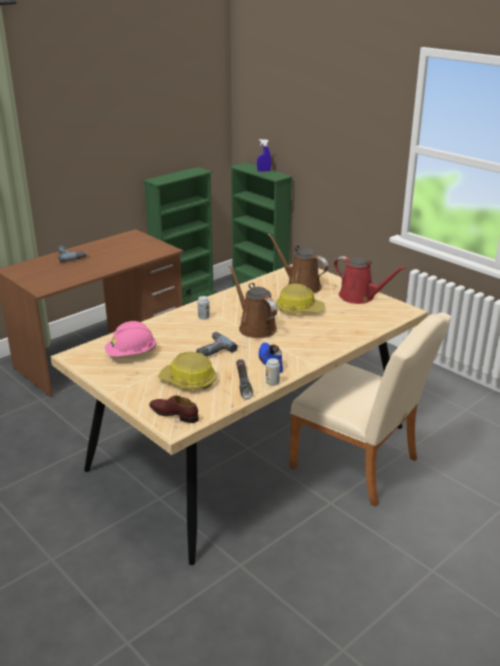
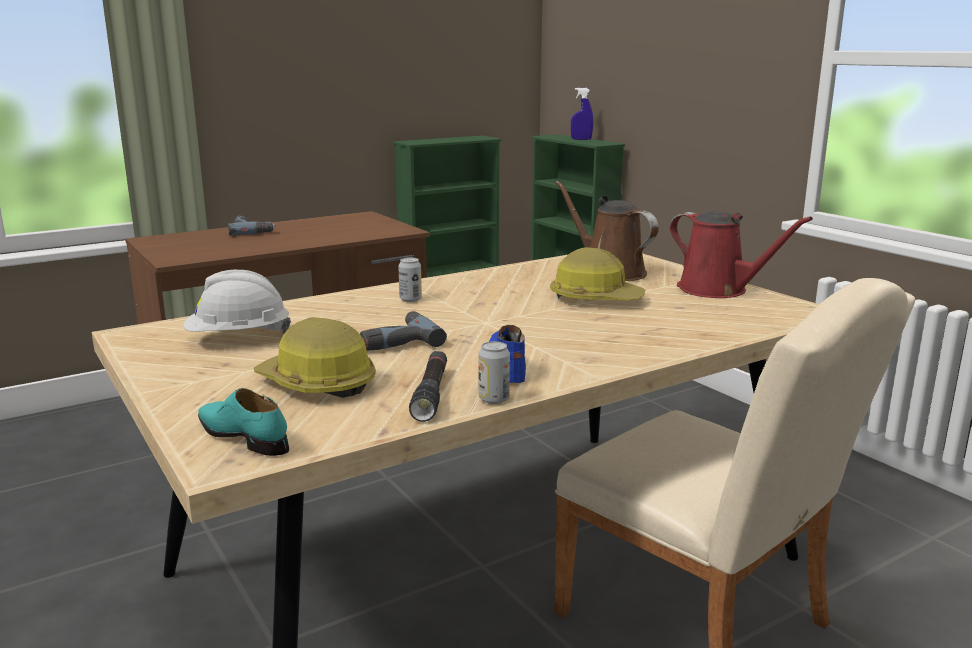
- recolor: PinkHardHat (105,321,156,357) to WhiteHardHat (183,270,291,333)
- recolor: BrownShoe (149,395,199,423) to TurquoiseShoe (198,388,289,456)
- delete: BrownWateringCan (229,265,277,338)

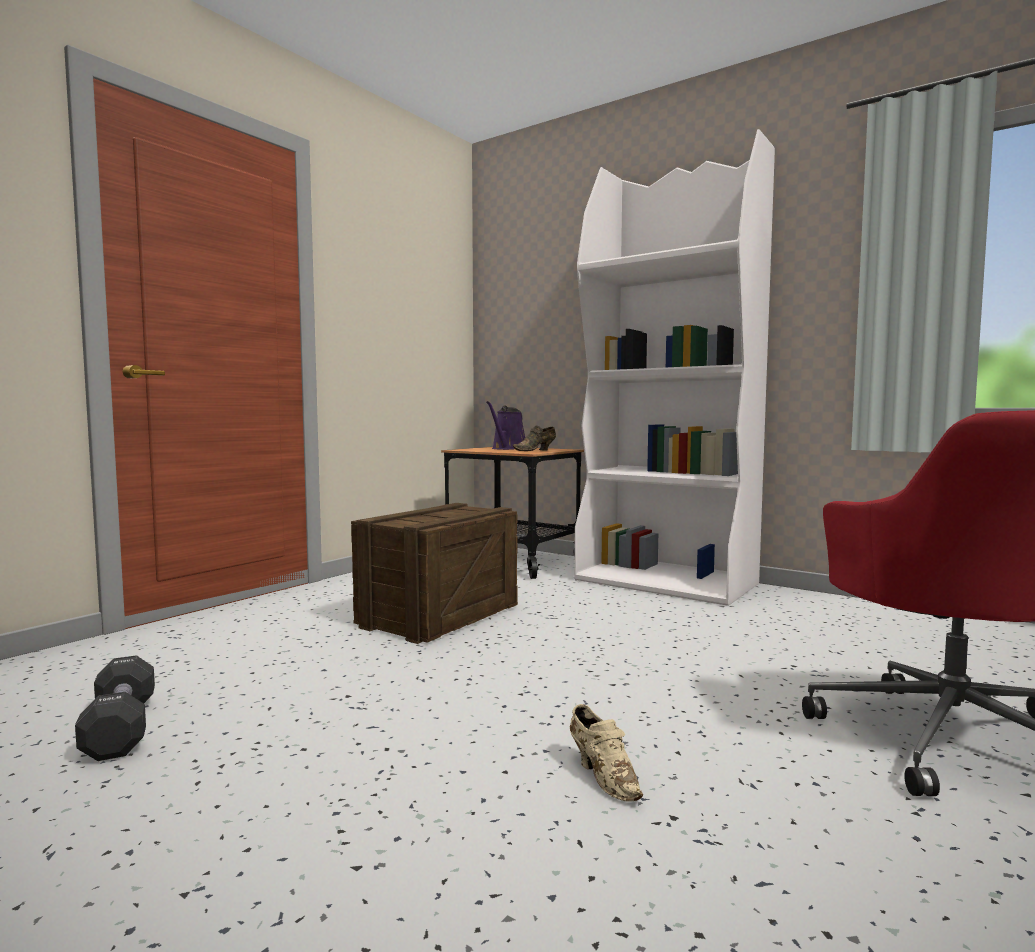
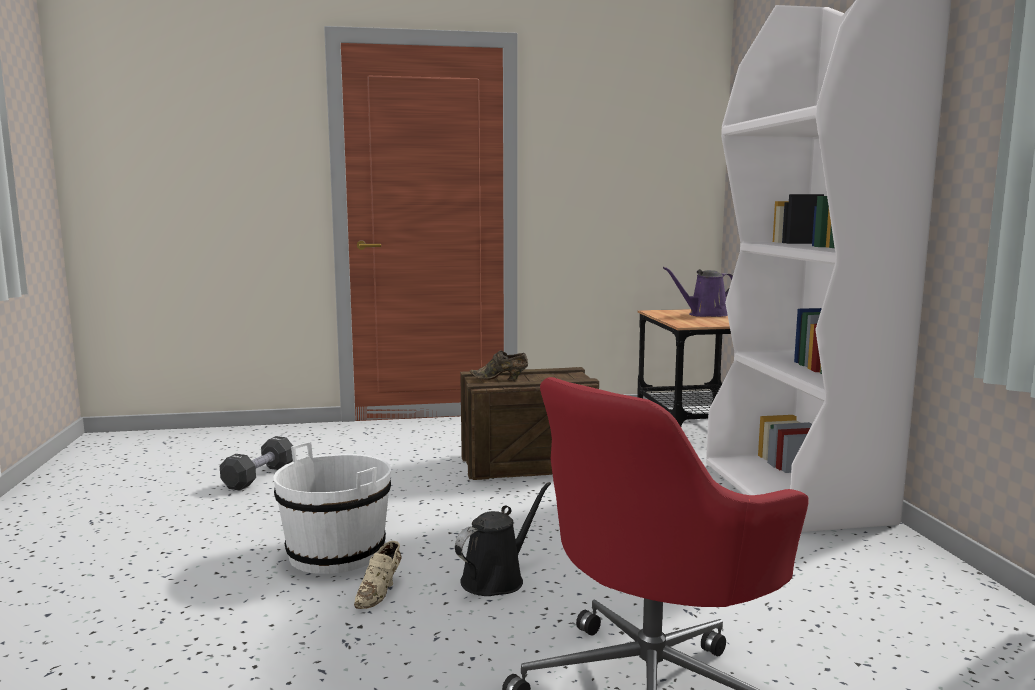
- insert: WhiteBucket (273,442,391,574)
- insert: BlackWateringCan (455,482,551,596)
- move: BrownShoe (513,425,556,451) to (470,350,528,381)

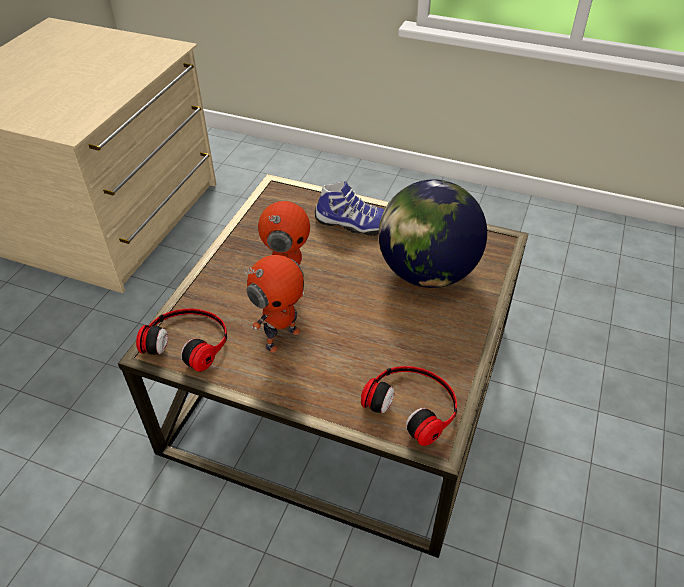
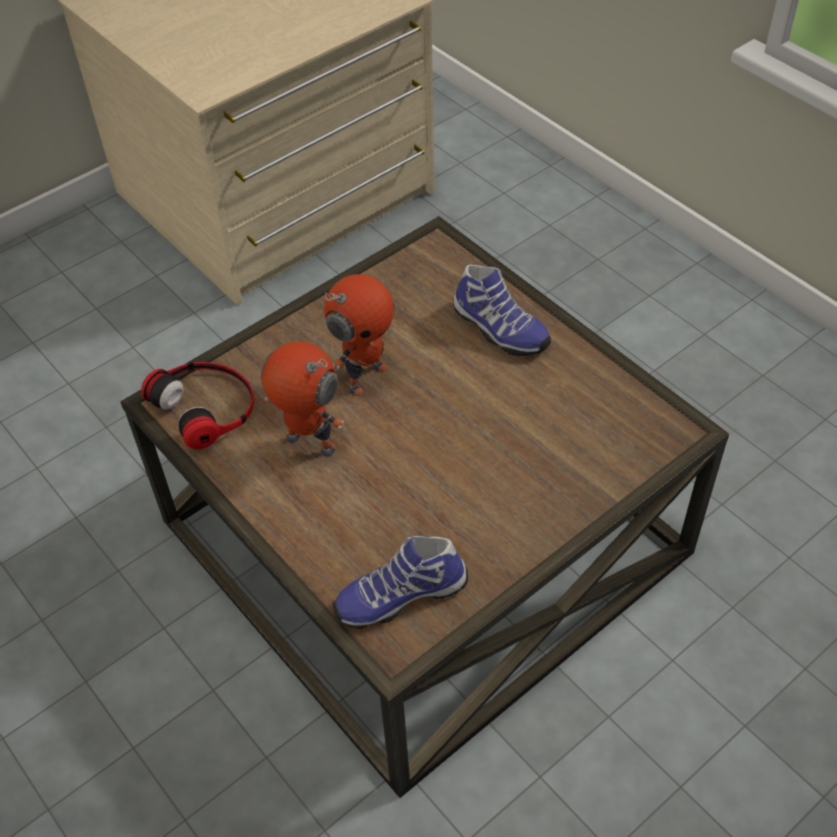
- rotate: ToyRobot (244,255,304,353) = (260,341,344,457) 135 degrees counterclockwise
- replace: Headphones (361,366,457,446) to Shoe (333,535,468,629)
- delete: Globe (378,180,487,288)

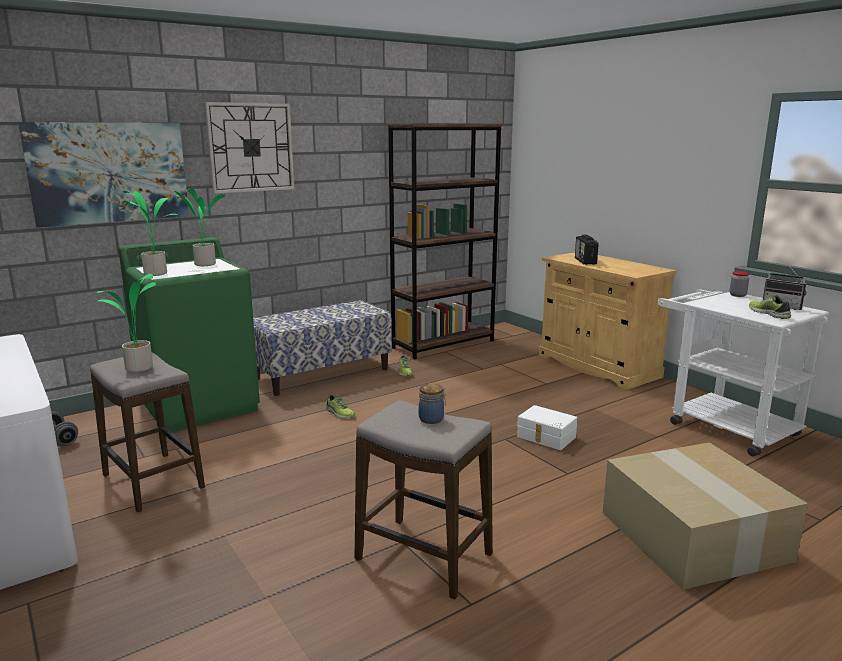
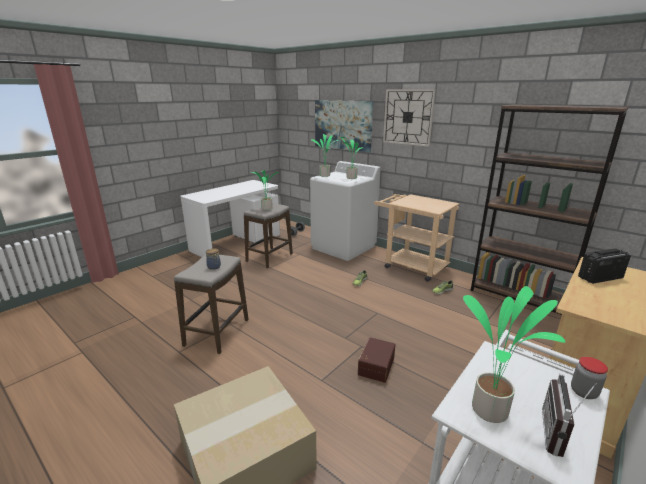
- recolor: GreenWashingMachine (118,237,260,432) to WhiteWashingMachine (310,161,380,261)
- recolor: WhiteStorageBox (517,405,577,450) to BrownStorageBox (358,337,395,383)
- replace: Bench (253,300,392,396) to BeigeCart (374,194,459,282)
- replace: Shoe (749,295,791,319) to PottedPlant (463,286,566,423)

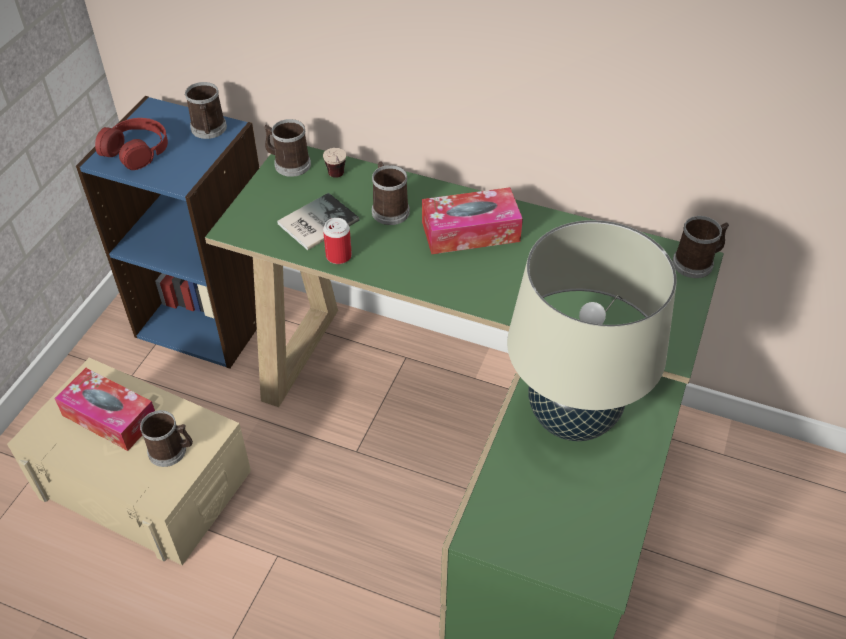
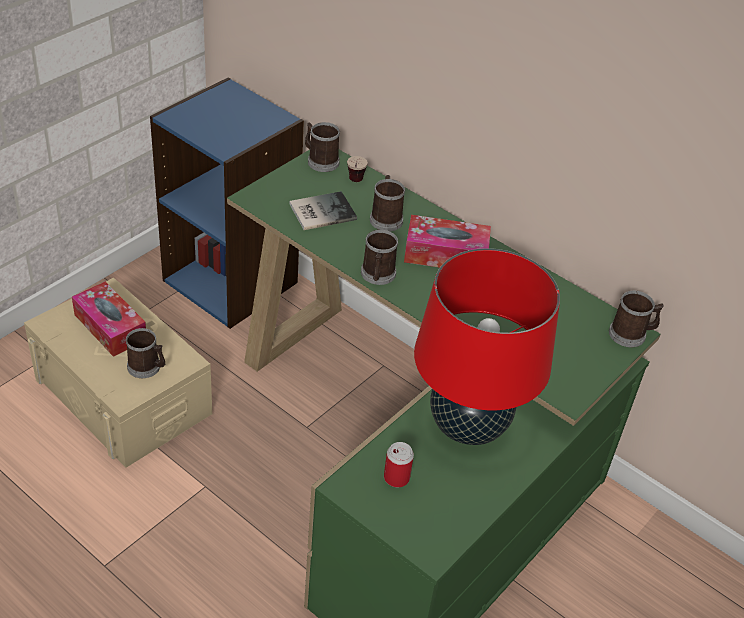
- move: Mug (185,82,227,139) to (361,230,398,285)
- move: Can (323,218,352,264) to (384,442,414,487)
- recolor: BeigeTableLamp (507,220,677,441) to RedTableLamp (414,248,560,445)
- delete: RedHeadphones (95,118,168,170)

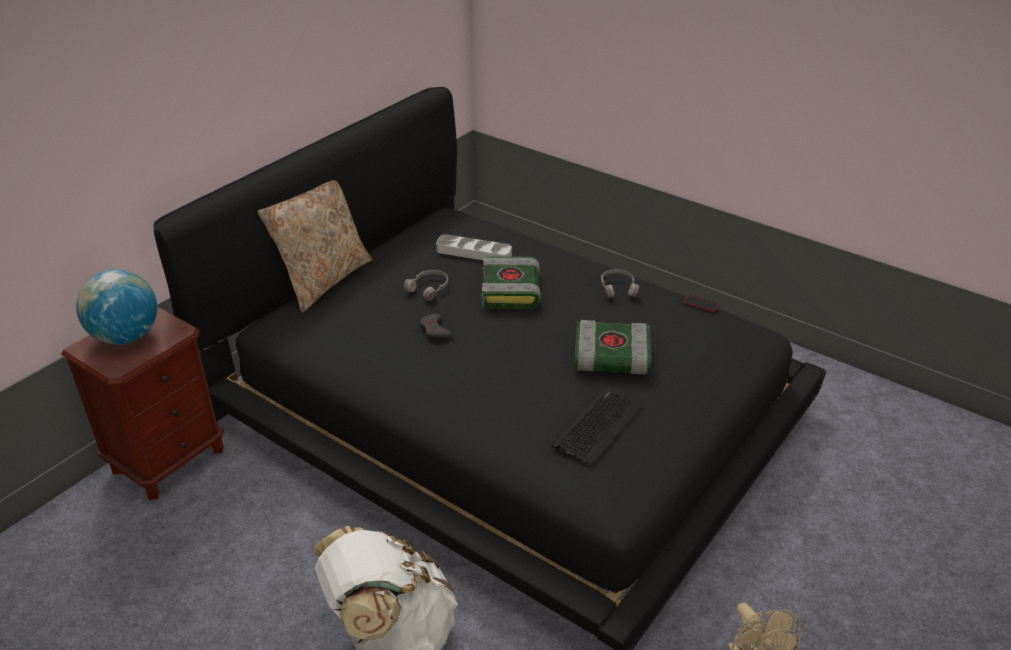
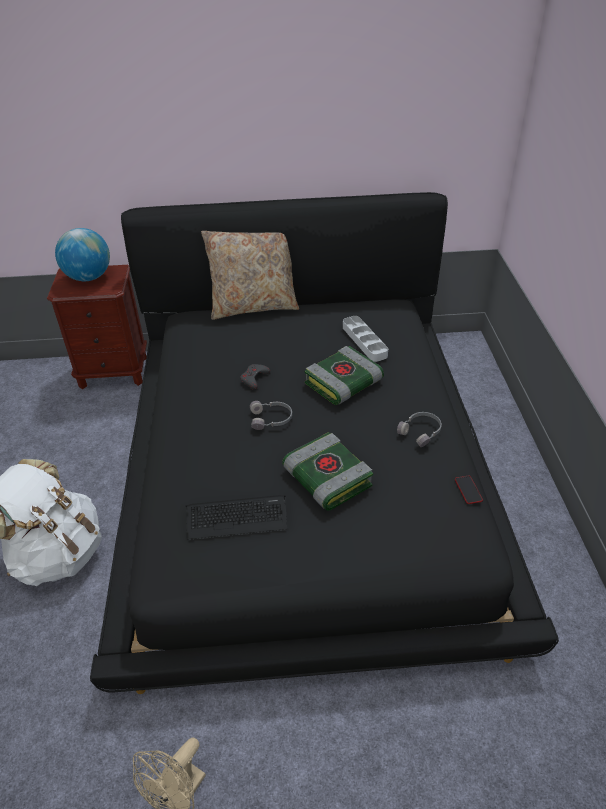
- move: GreyHeadphones (404,270,448,301) to (250,401,292,430)

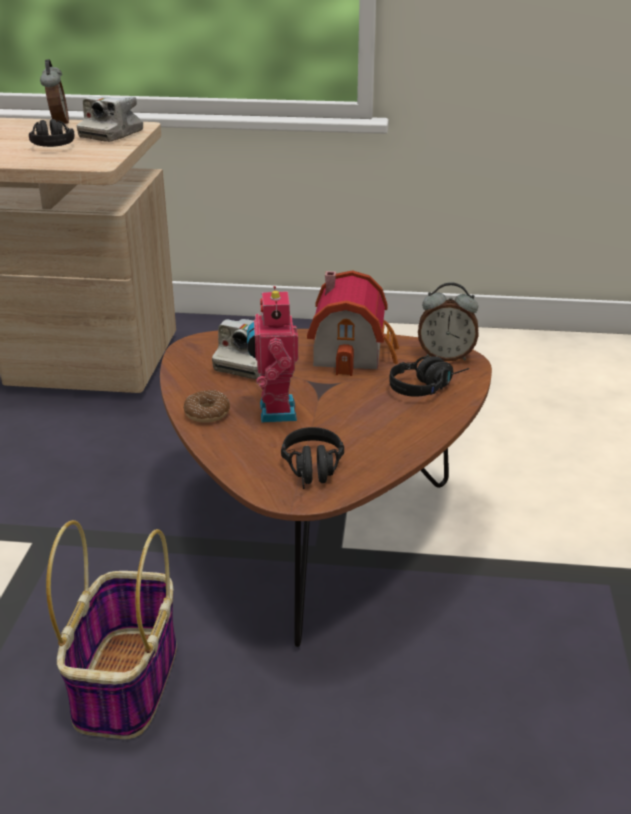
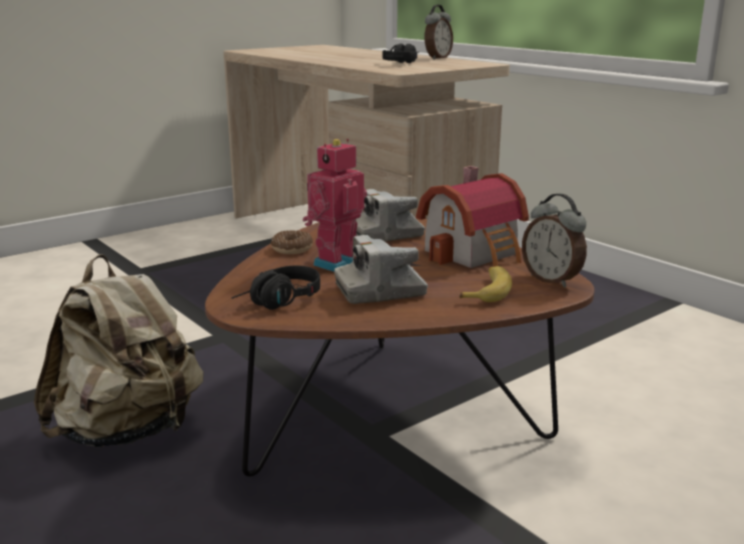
- replace: Basket (46,520,177,739) to BeigeBackpack (34,254,204,448)
- move: PhotoCamera (77,96,143,142) to (334,235,428,304)
- replace: BlackHeadphones (389,356,469,397) to Banana (459,266,512,302)

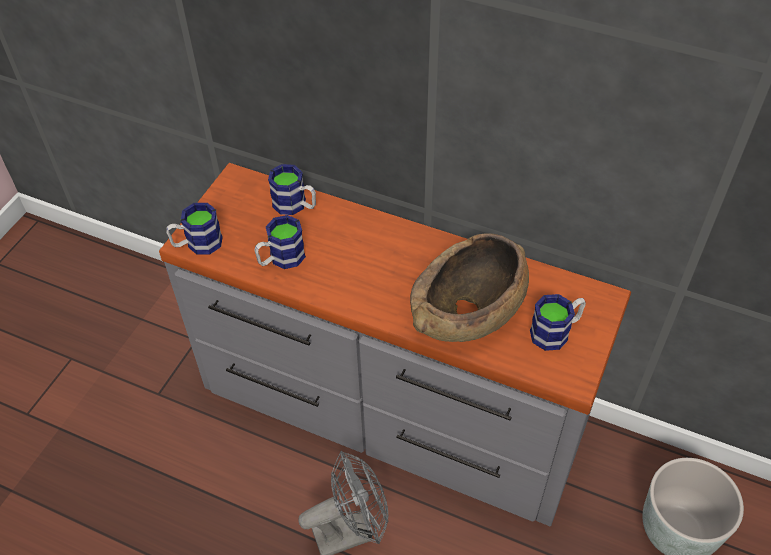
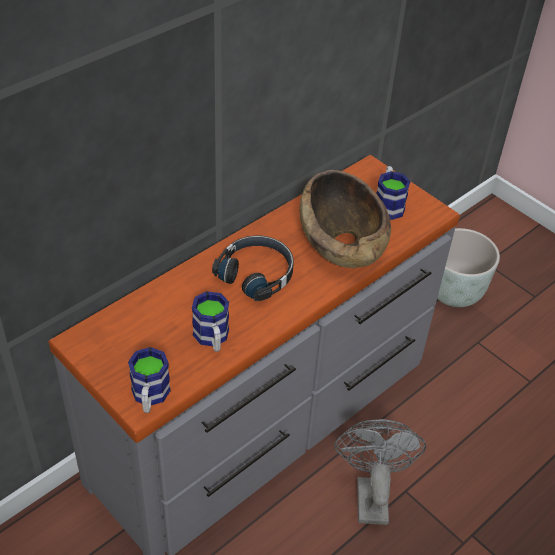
- insert: BlackHeadphones (212,236,294,301)
- delete: Mug (268,164,316,215)

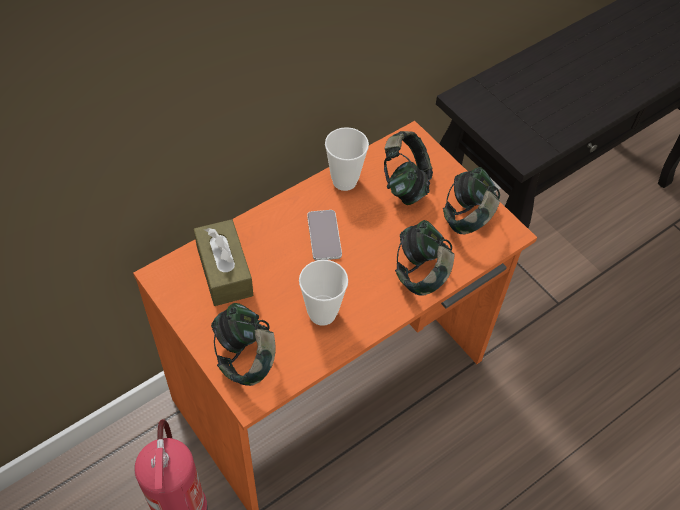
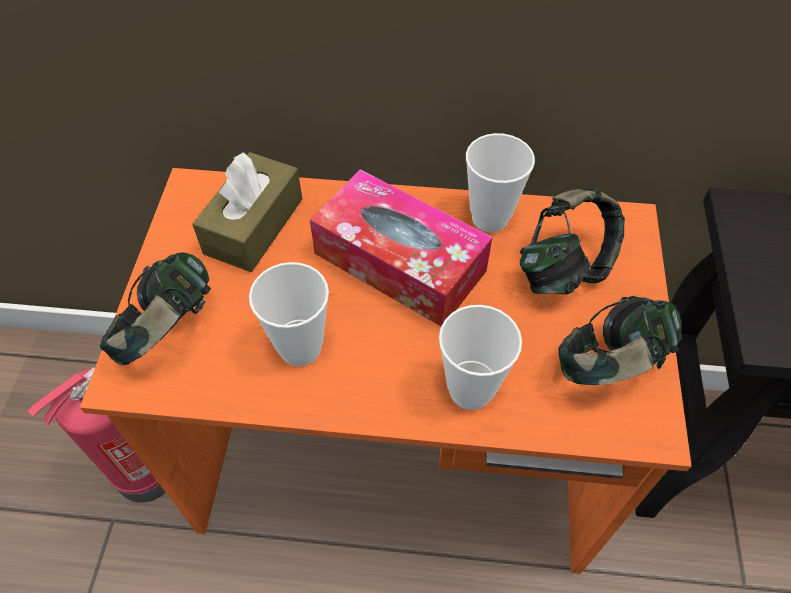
- replace: Phone (307,210,342,261) to TissueBox (310,170,493,326)
- replace: Headphones (395,220,455,296) to Cup (439,305,522,410)

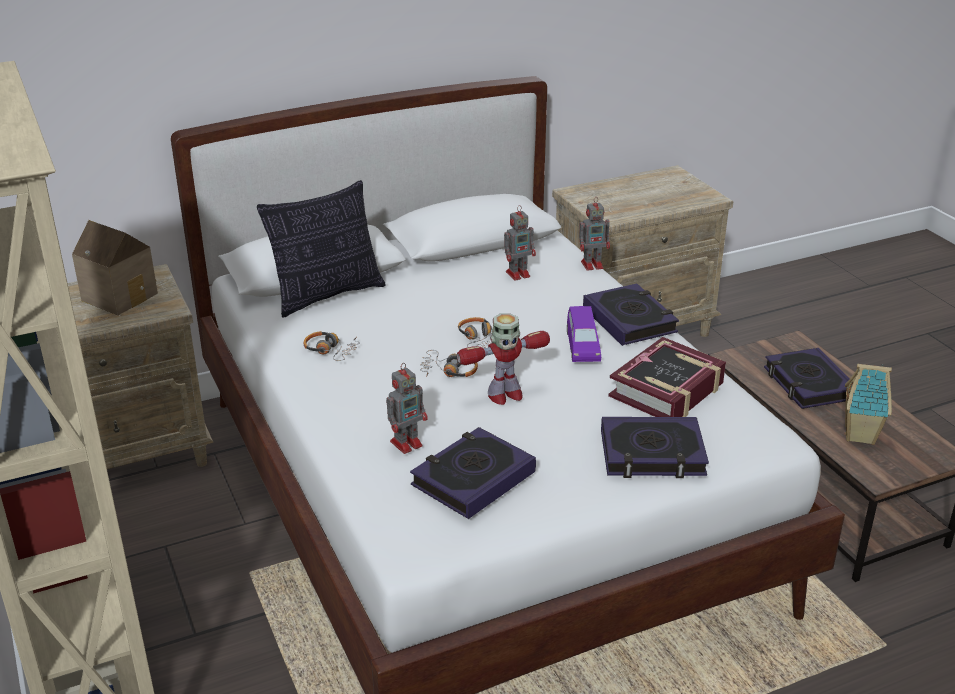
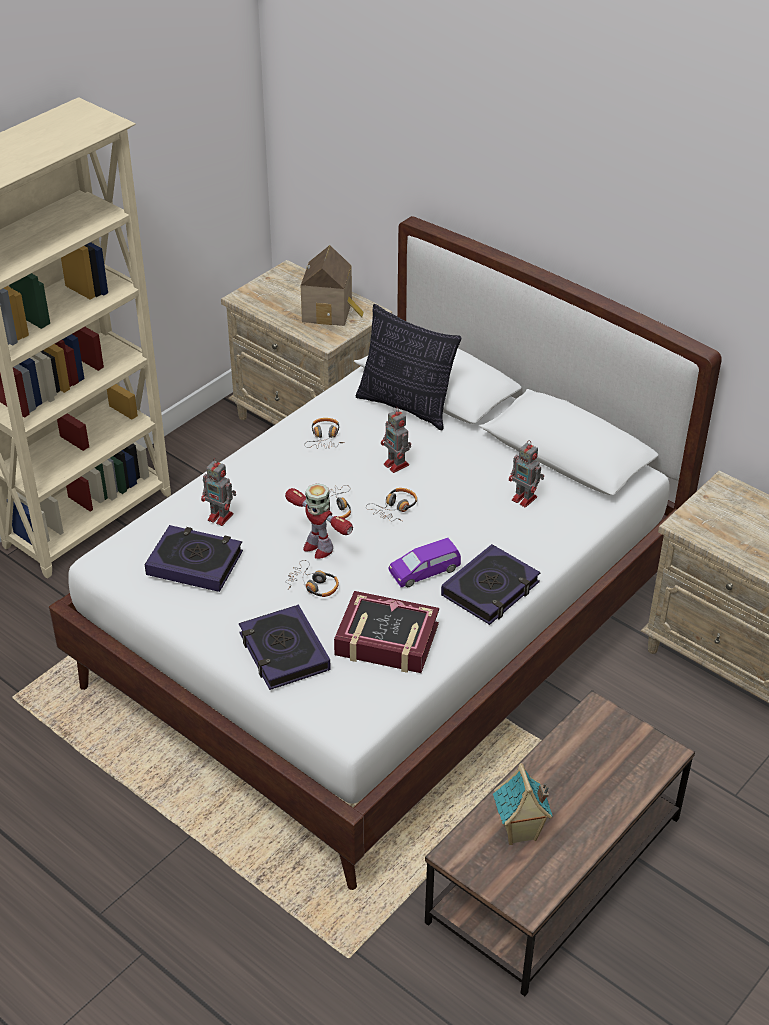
- insert: Headphones (285,560,339,597)
- move: ToyRobot (579,197,610,271) to (381,407,411,473)
- delete: Book (764,348,850,409)

